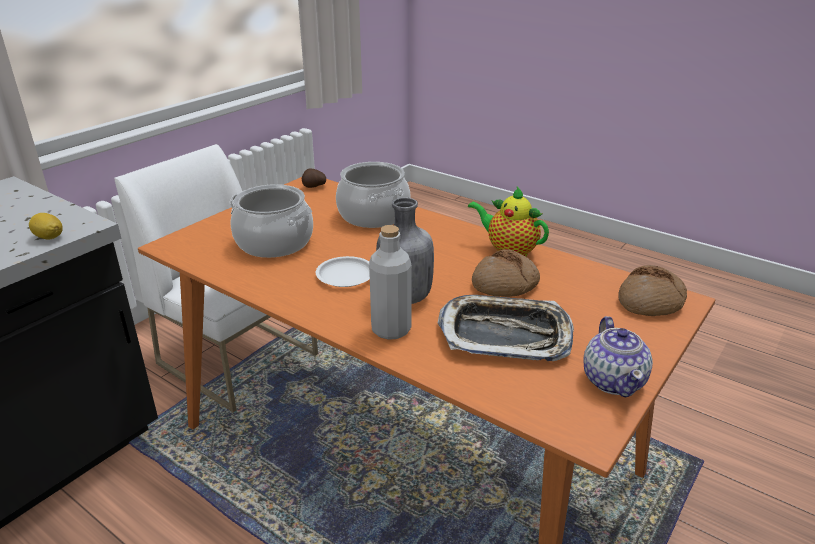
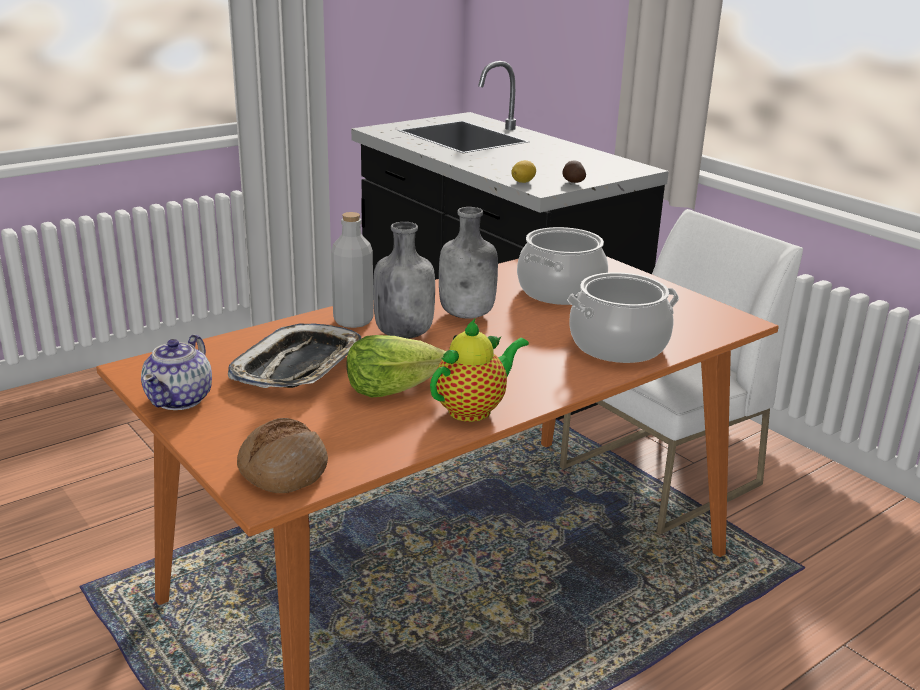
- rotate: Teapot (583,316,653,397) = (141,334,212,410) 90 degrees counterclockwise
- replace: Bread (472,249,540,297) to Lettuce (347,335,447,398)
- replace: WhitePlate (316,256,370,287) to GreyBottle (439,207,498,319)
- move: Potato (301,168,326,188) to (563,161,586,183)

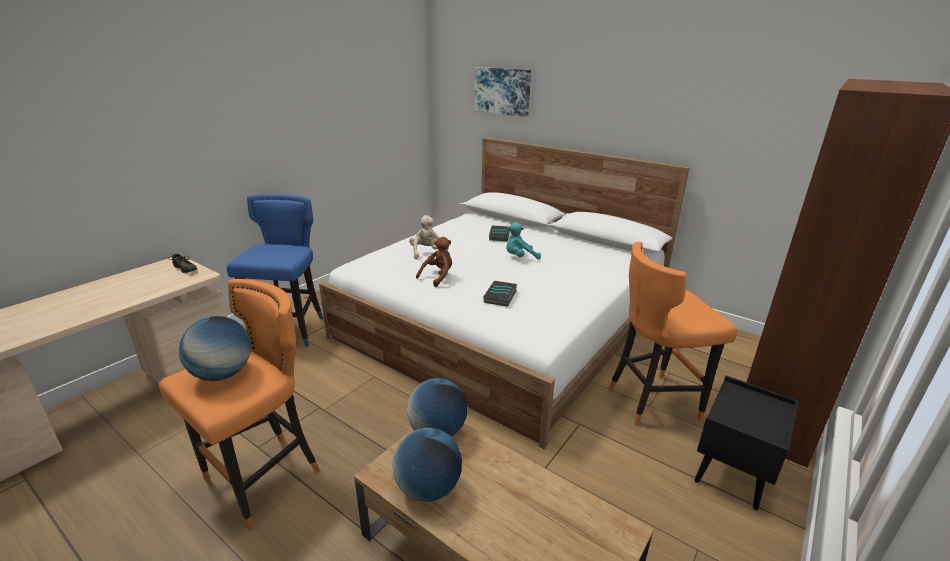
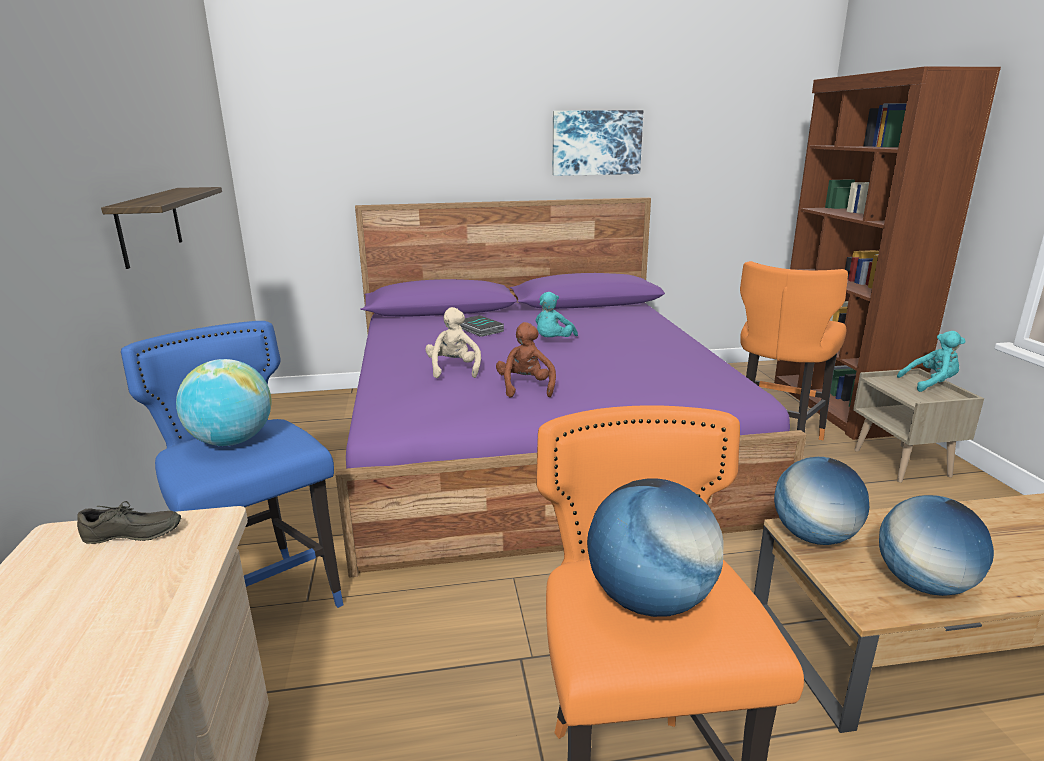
- insert: Shelf (101,187,222,269)
- insert: Globe (176,359,271,446)
- recolor: WhiteBed (319,137,690,449) to PurpleBed (336,197,807,578)
- rotate: BeigePlushToy (409,215,440,259) = (425,307,481,378) 45 degrees clockwise
- move: Picture (474,67,531,117) to (553,110,643,176)
- recolor: BlackNightstand (694,376,799,510) to BeigeNightstand (853,368,984,483)
- insert: TurquoisePlushToy (897,331,966,392)
- delete: Book (484,281,517,307)

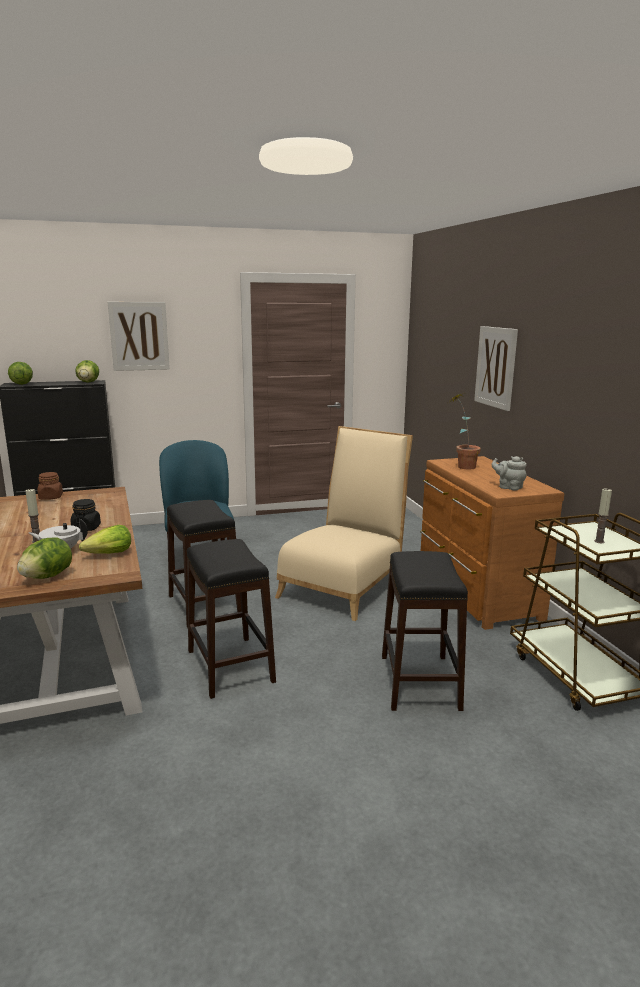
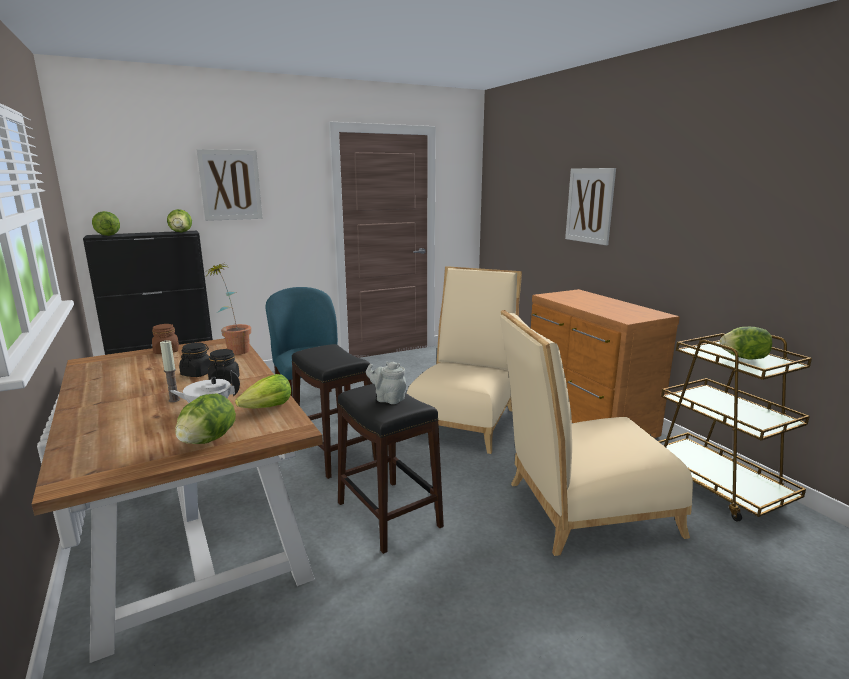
- insert: BlackJar (179,343,211,377)
- move: PottedPlant (450,393,481,469) to (205,262,251,355)
- move: GreyTeapot (491,456,526,490) to (366,362,406,404)
- replace: BlackStool (382,551,468,711) to BeigeChair (500,310,693,556)
- replace: Candle (594,488,612,543) to Lettuce (720,327,772,359)

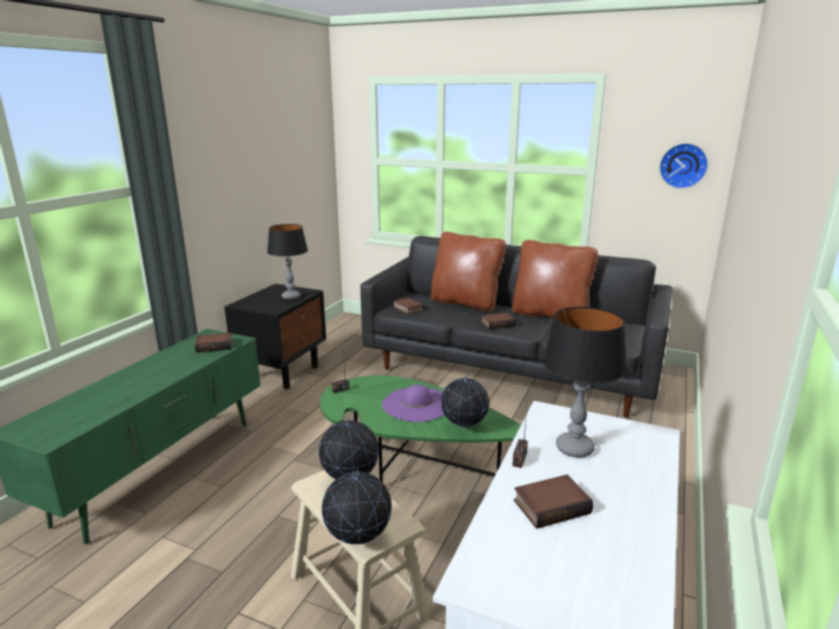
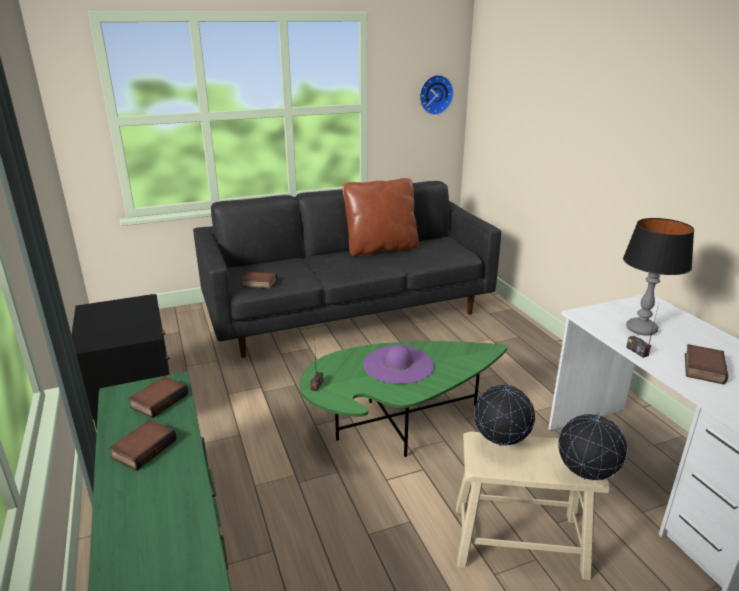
- move: Book (481,313,516,329) to (109,420,177,471)
- delete: TableLamp (267,224,308,300)
- delete: BrownPillow (431,232,506,312)
- delete: Globe (441,374,489,430)

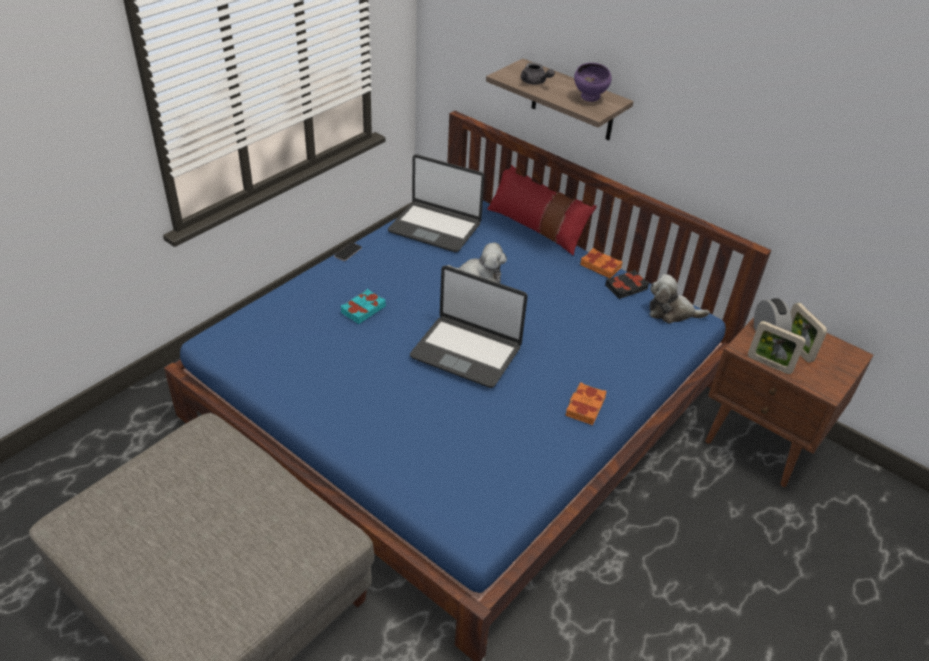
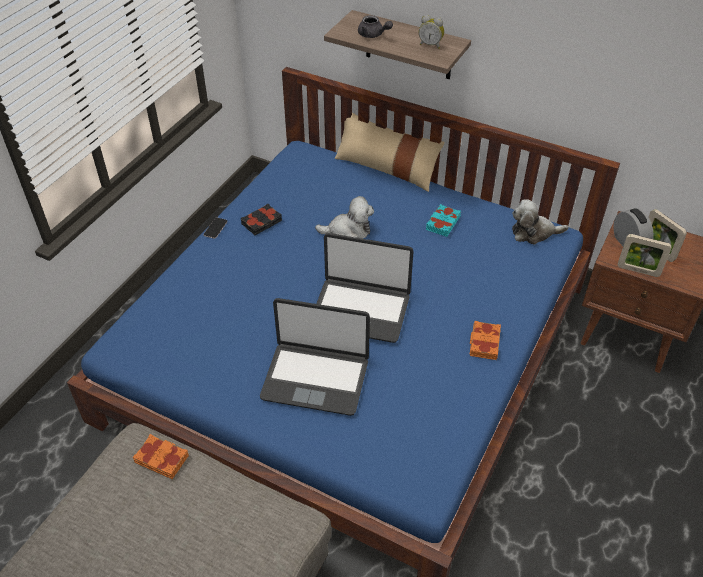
- move: OrangeBook (580,248,623,278) to (133,434,189,479)
- move: BlackBook (605,270,649,299) to (241,204,282,235)
- move: Laptop (388,154,485,252) to (260,298,370,416)
- recolor: RedPillow (487,165,597,255) to BeigePillow (335,113,445,192)
- replace: PurpleBowl (574,63,612,102) to AlarmClock (419,15,444,49)
- move: TurquoiseBook (341,289,386,324) to (426,204,461,237)

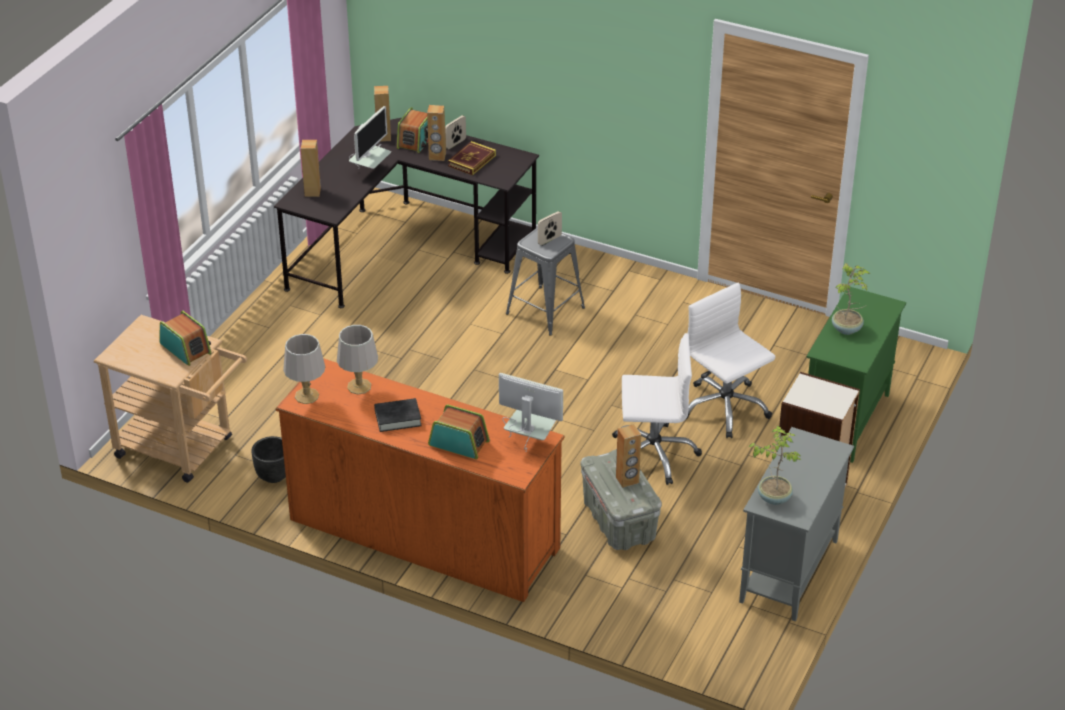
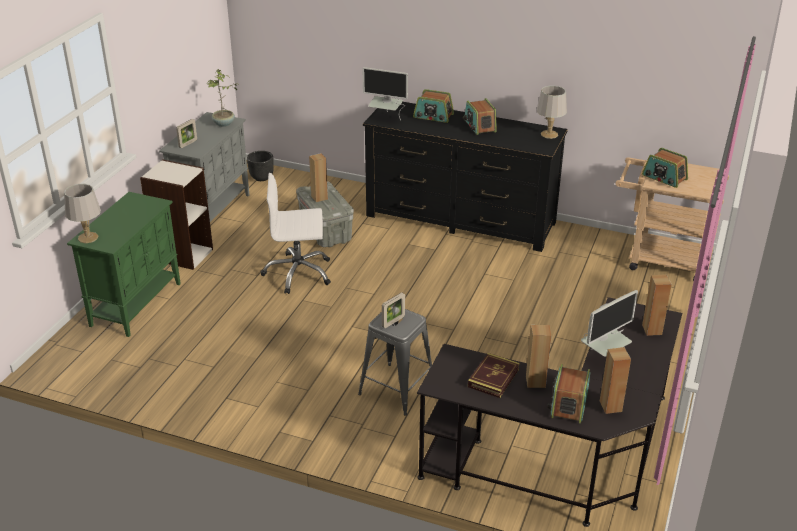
- move: GreyTableLamp (337,325,378,395) to (64,184,101,243)
- move: PictureFrame (445,115,466,149) to (176,119,197,148)
- move: BlackPlanter (251,436,286,483) to (247,151,274,181)
- recolor: OrangeDresser (276,358,564,602) to BlackDresser (363,102,568,252)
- replace: BlackBook (374,398,422,432) to Radio (463,98,497,135)
- rotate: Monitor (349,106,391,169) = (581,290,638,357) 150 degrees counterclockwise
- delete: WhiteOfficeChair (686,283,775,438)
- delete: PottedPlant (832,263,870,335)

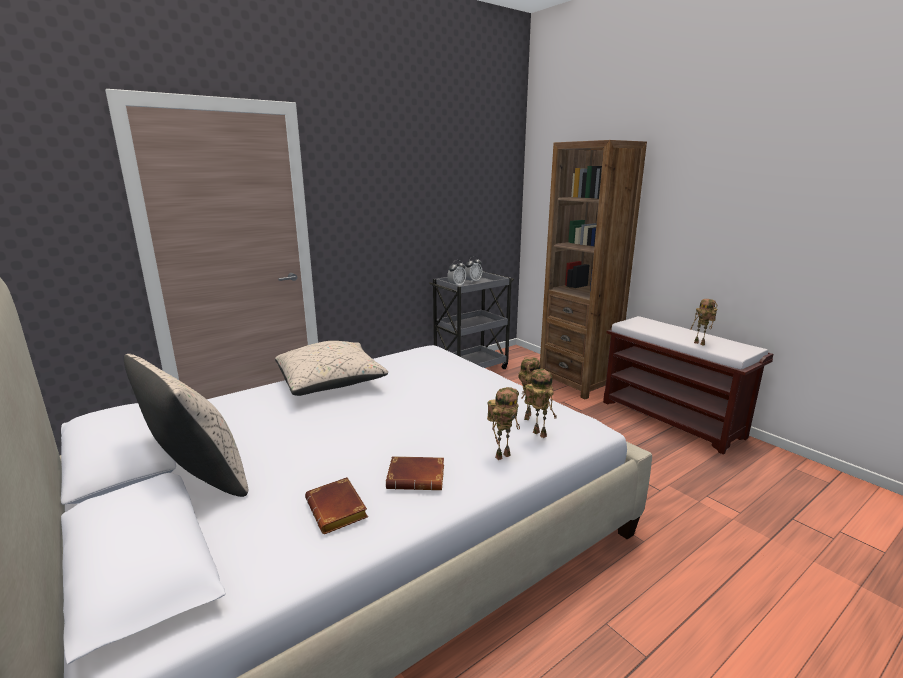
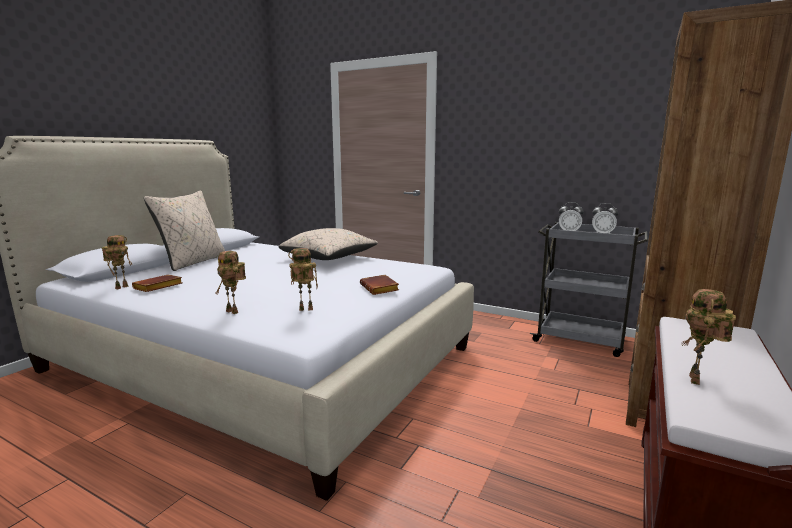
- move: ToyRobot (524,369,557,438) to (102,235,132,289)
- move: BrownBook (386,456,444,491) to (360,275,399,295)

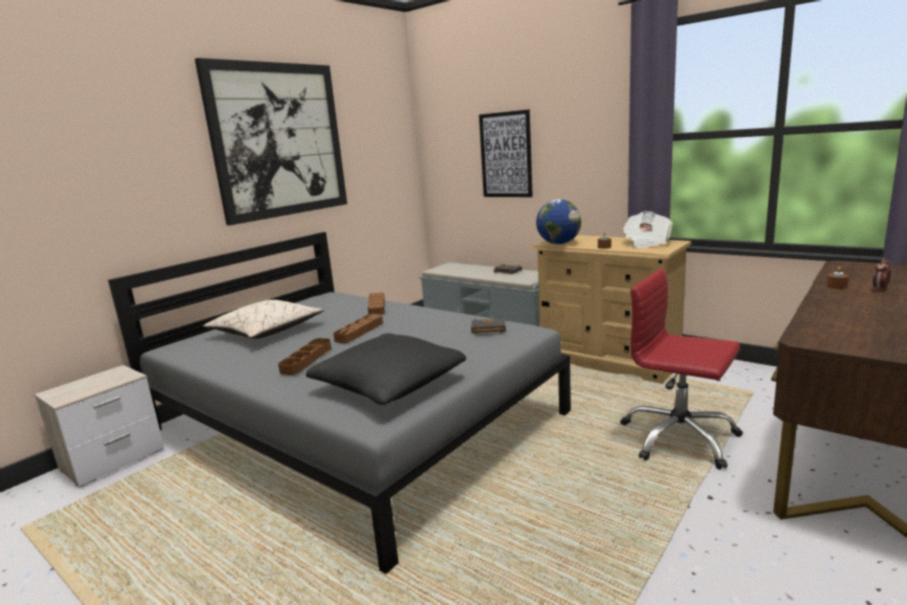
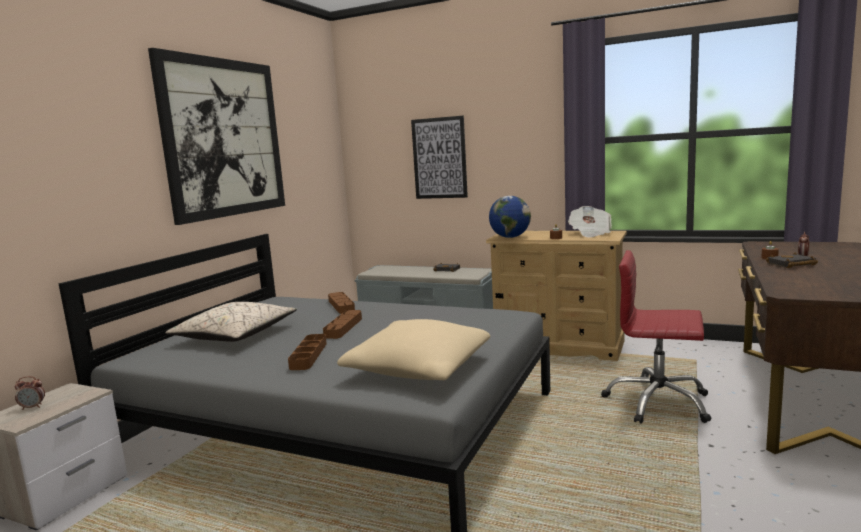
- insert: AlarmClock (15,376,45,410)
- recolor: BlackPillow (306,333,466,405) to BeigePillow (337,319,490,380)
- move: BlackBook (471,318,506,334) to (766,253,818,268)

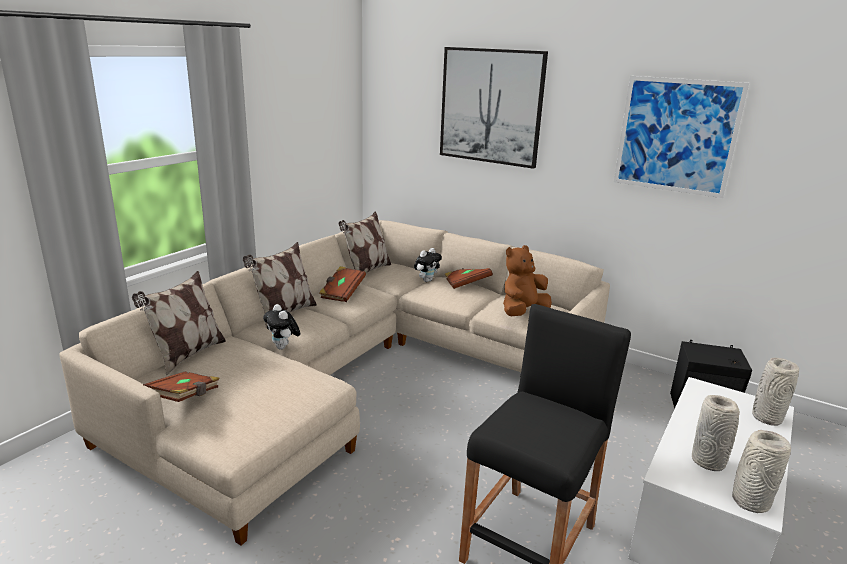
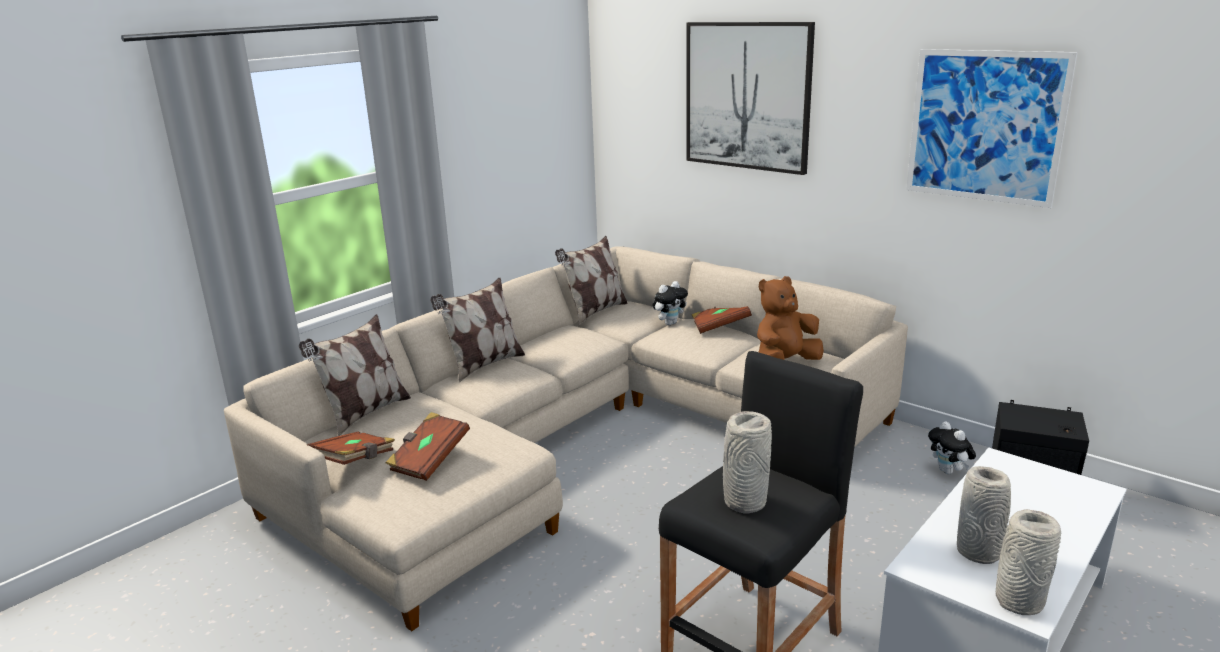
- move: BrownBook (319,266,366,302) to (386,412,470,481)
- move: GreyVase (752,358,799,426) to (723,411,772,514)
- move: PlushToy (263,304,300,350) to (928,421,976,474)

